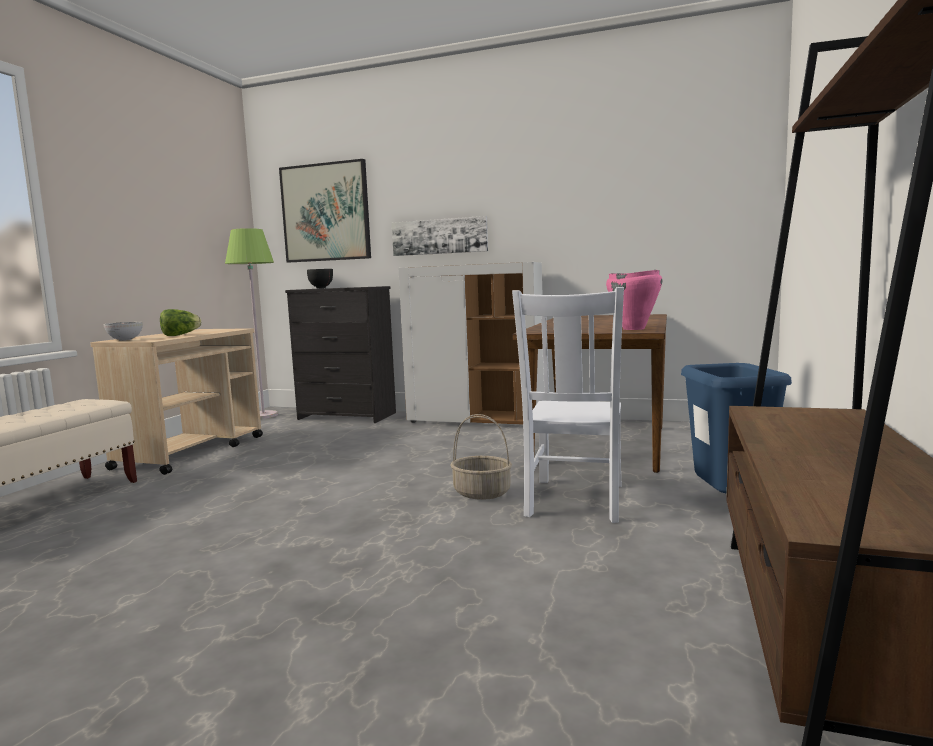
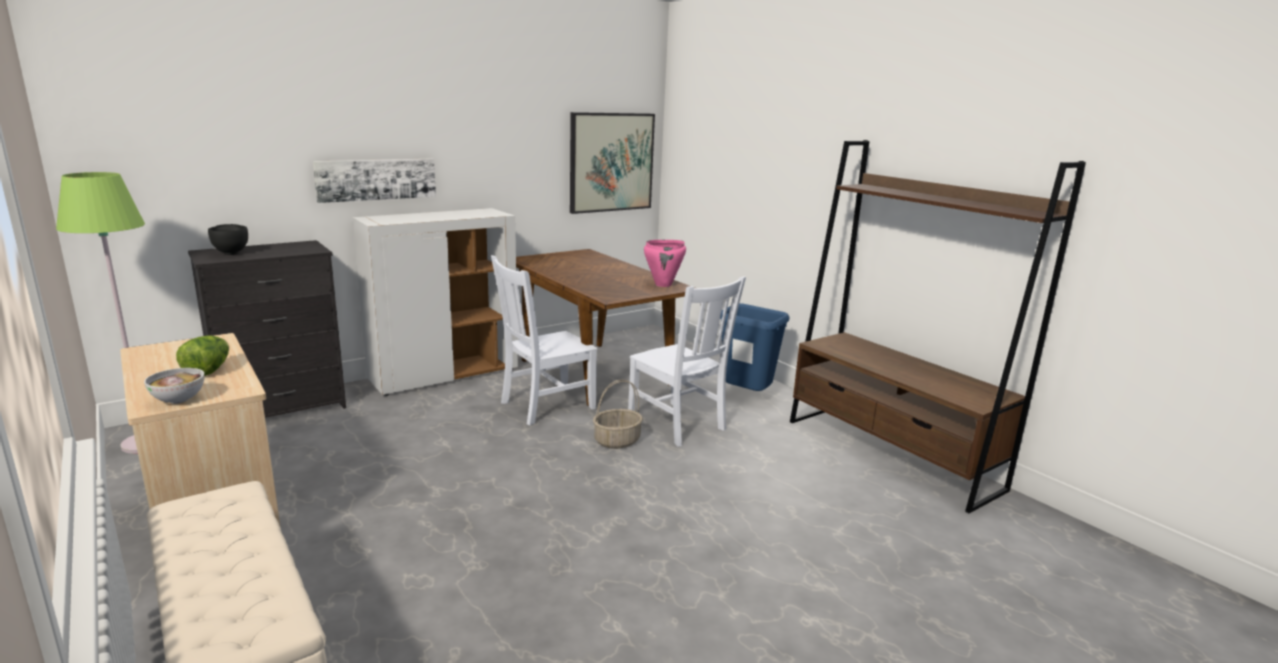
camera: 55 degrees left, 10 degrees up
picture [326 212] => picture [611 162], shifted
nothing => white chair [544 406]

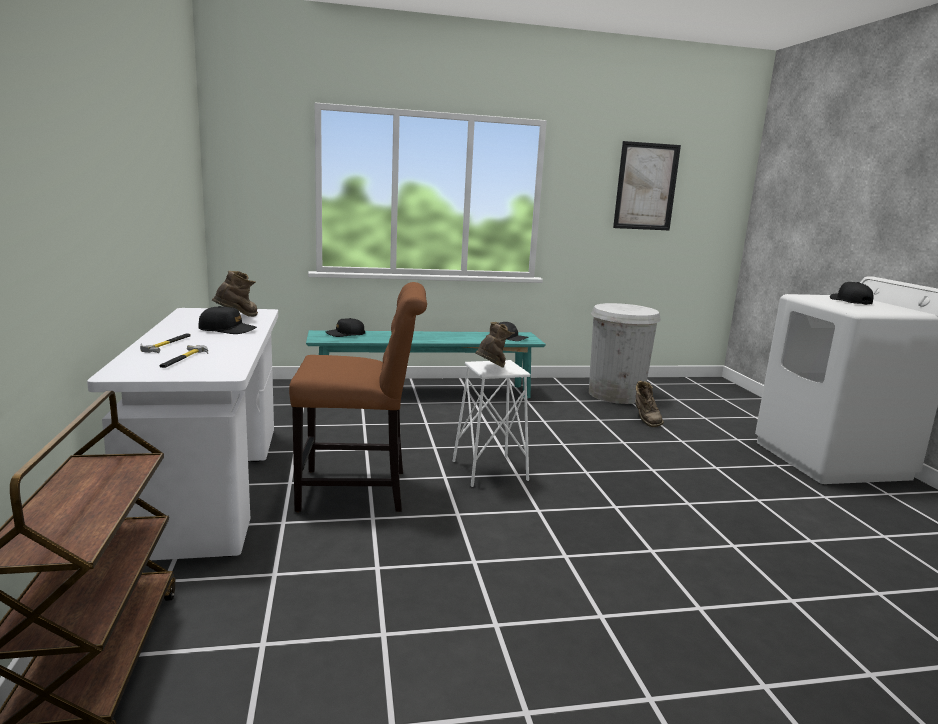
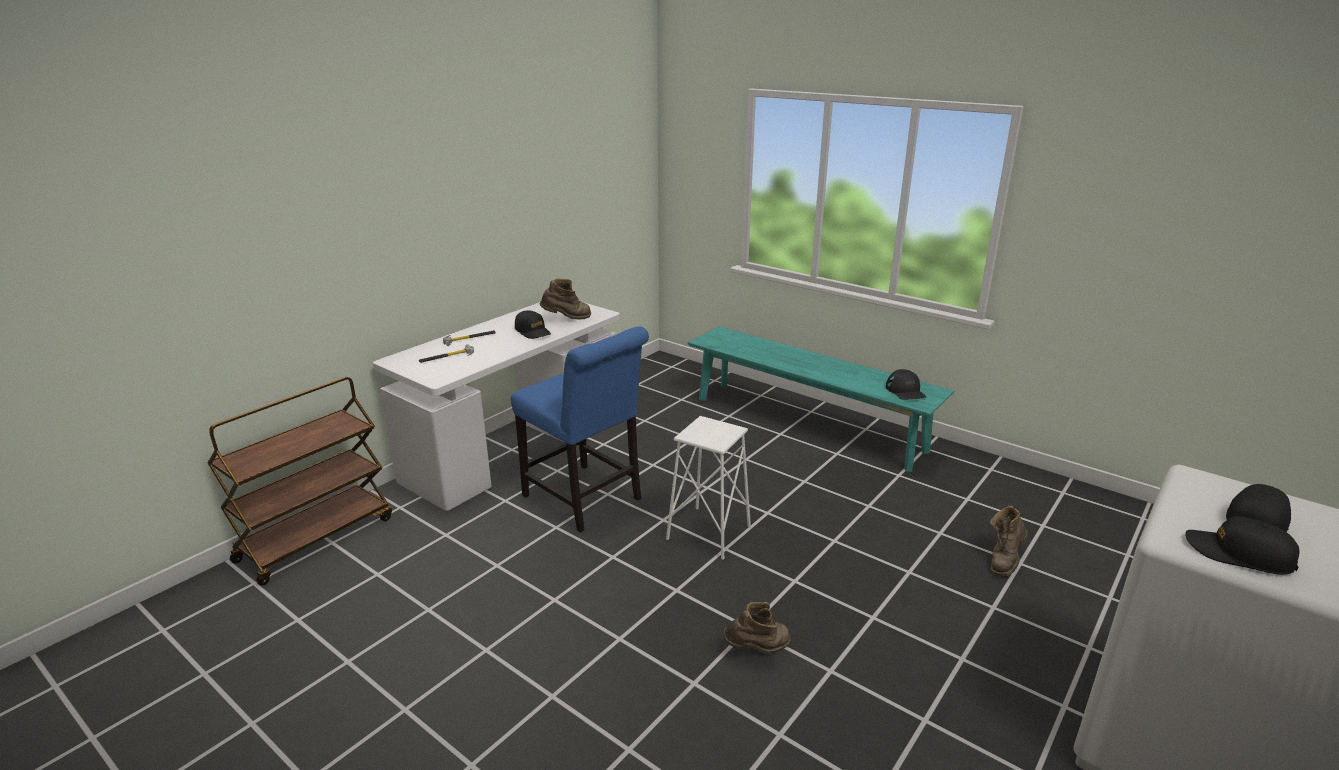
camera: 50 degrees right, 10 degrees up
picture [646 186] => nothing
brown chair [360 491] => blue chair [586 500]
white trash can [616 394] => nothing
black cap [345 334] => black cap [1238 554], shifted
brown boot [492 370] => brown boot [757 649], shifted

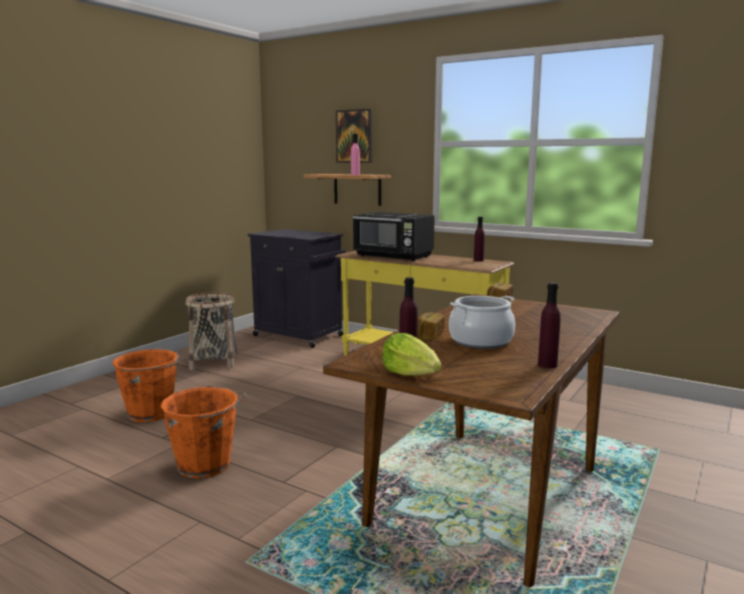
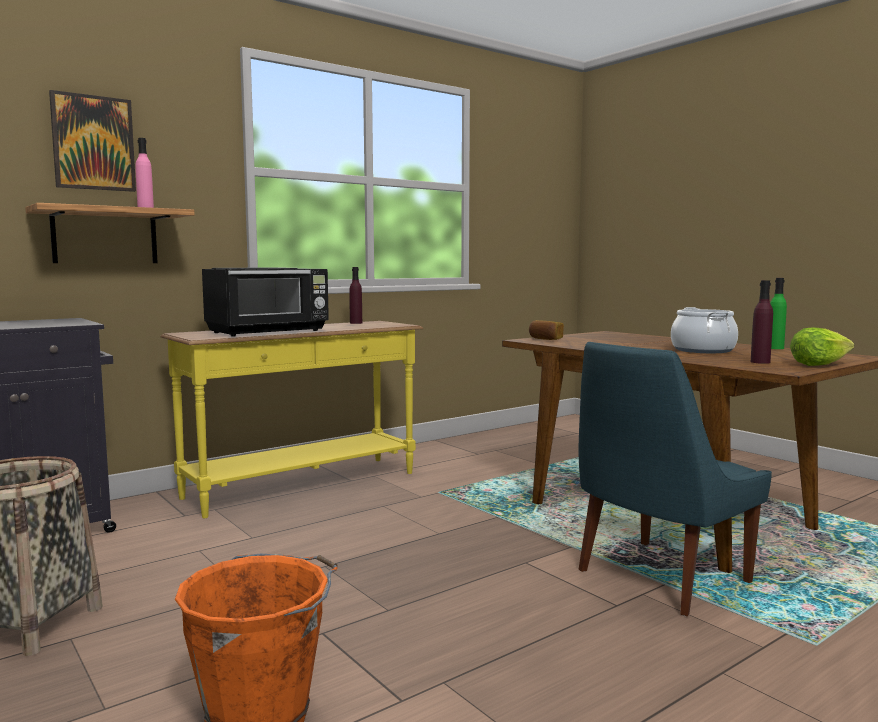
camera: 70 degrees left, 5 degrees down
purple bottle [547 365] => green bottle [775 348]
bread [428 336] => nothing
orange bucket [206 465] => nothing
nothing => blue chair [658 578]

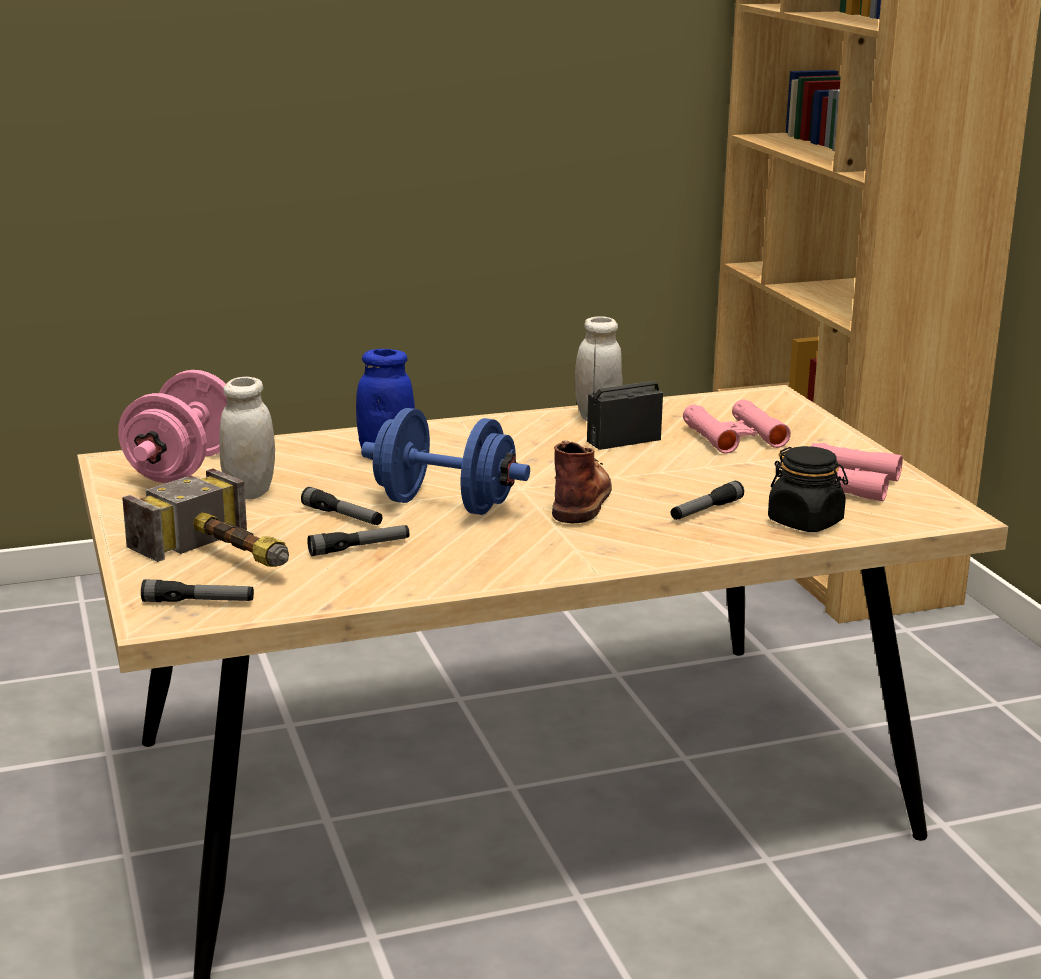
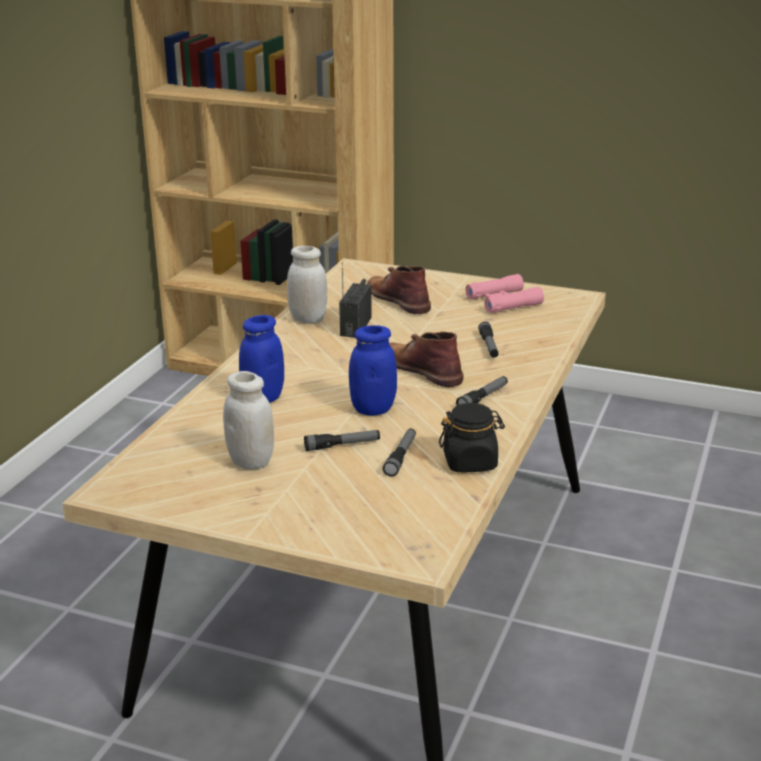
camera: 50 degrees left, 5 degrees up
pink dumbbell [183 467] => nothing
pink binoculars [734 436] => brown boot [398 299]
blue dumbbell [444 505] => blue jar [373 409]
black jar [805 522] => black jar [470 462], shifted
hammer [227 557] => nothing
flashlight [198 602] => flashlight [483 398], shifted

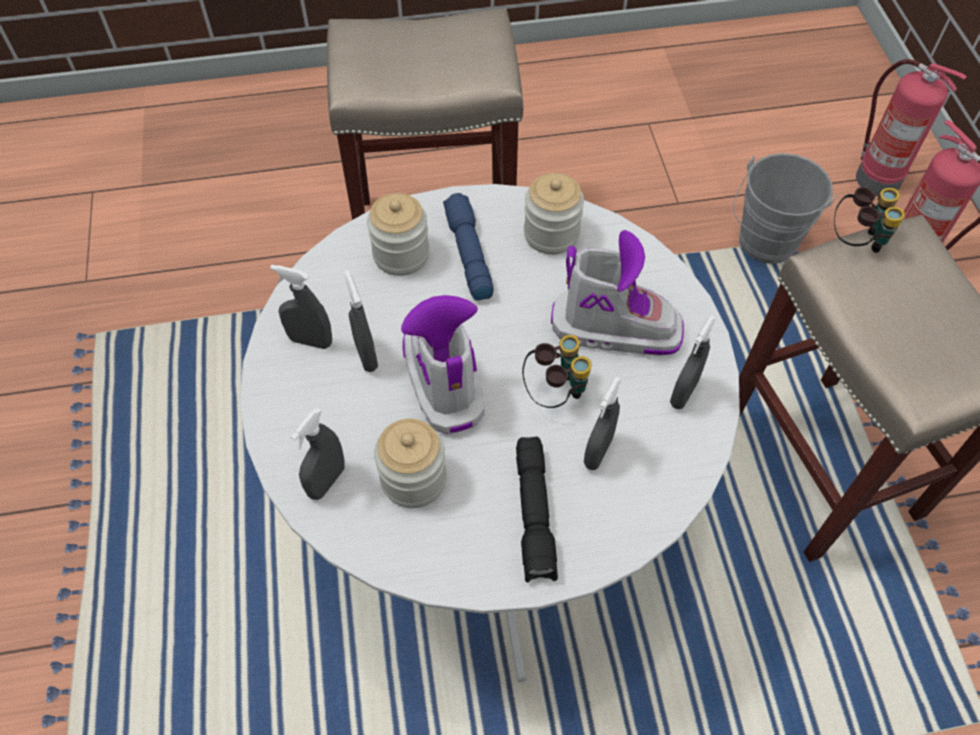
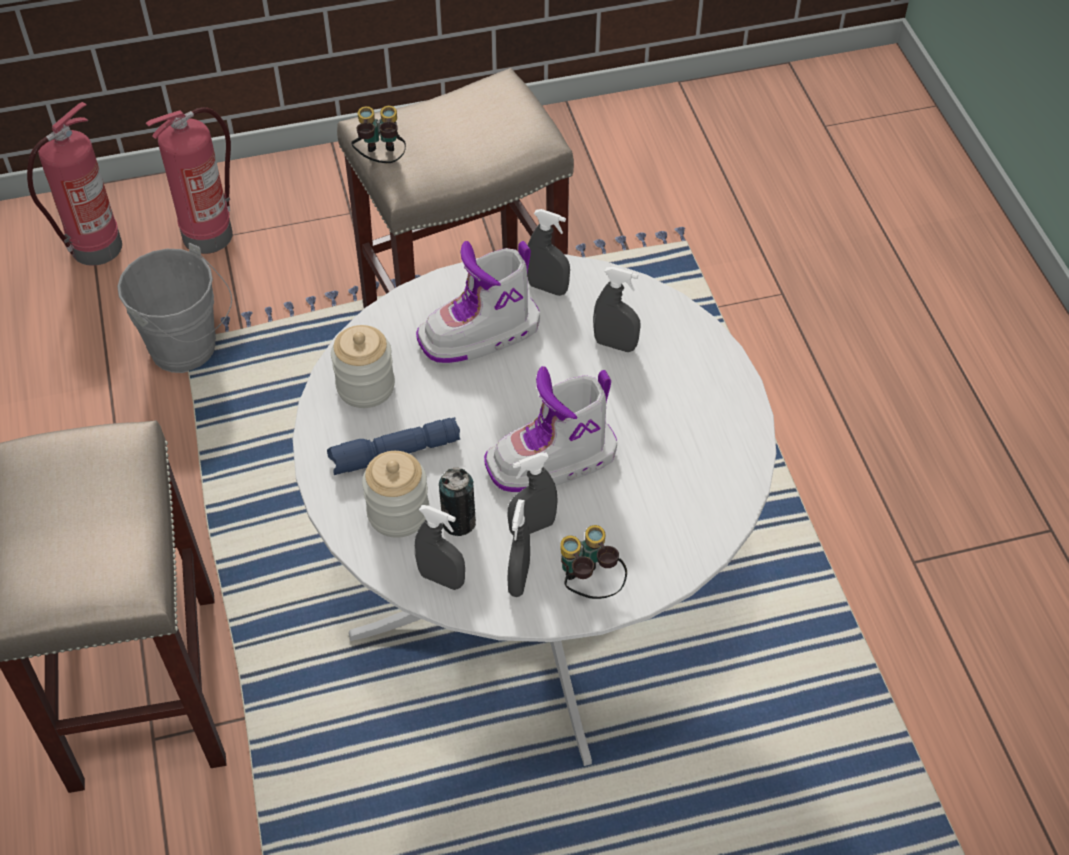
camera: 95 degrees left, 5 degrees down
boot [614 328] => boot [480 335], 120 degrees counterclockwise
binoculars [555 391] => binoculars [589 586], shifted
grey spray bottle [327 481] => grey spray bottle [441 579], shifted
jar [413 479] => nothing
black flashlight [535 515] => nothing
nothing => can [458 522]

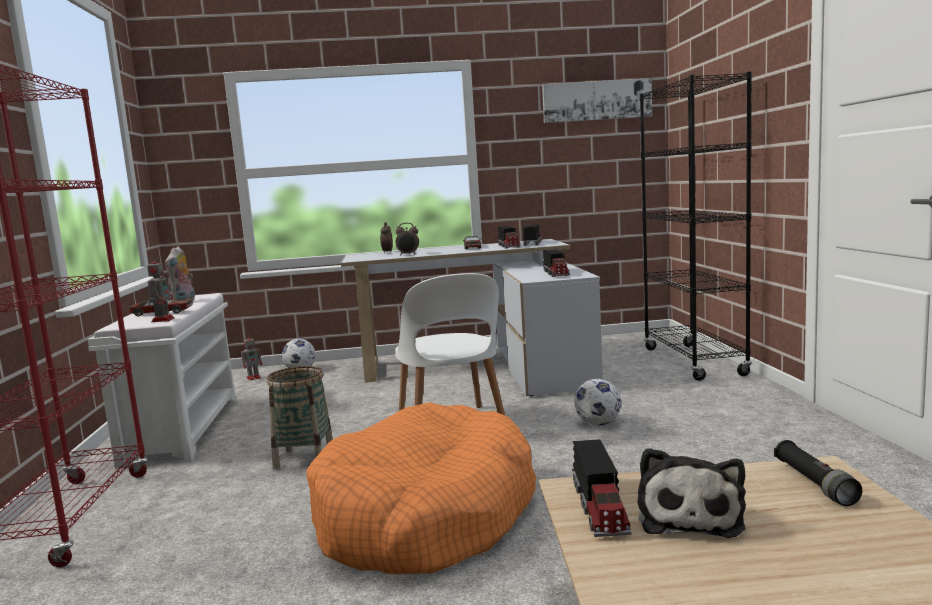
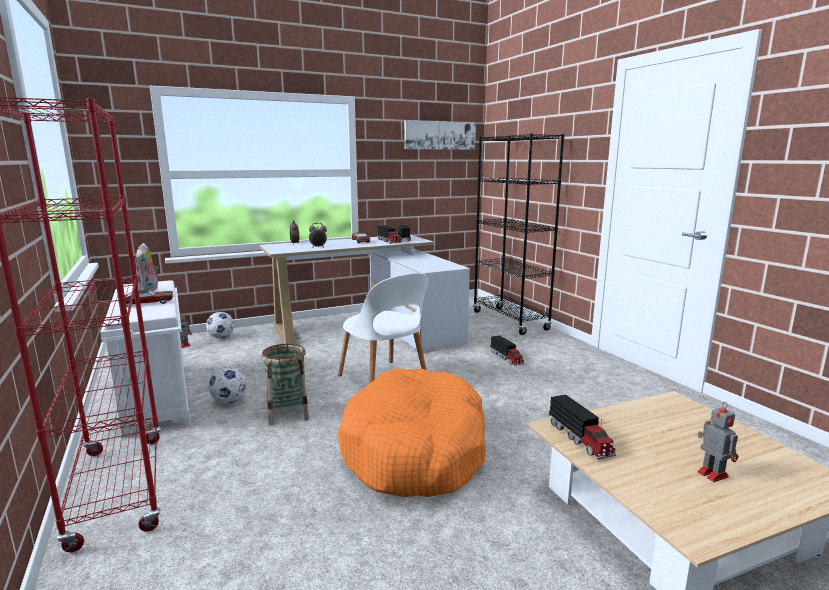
camera: 20 degrees left, 5 degrees up
toy truck [556 273] => toy truck [506 357], shifted
toy robot [163 320] => toy robot [711 473], shifted
football [598 423] => football [229 401], shifted
black flashlight [814 483] => nothing
plush toy [689 516] => nothing

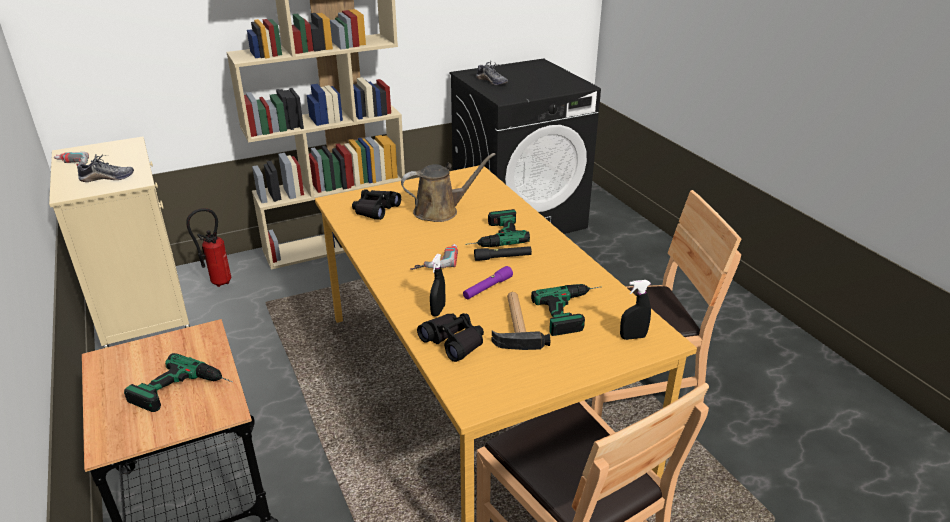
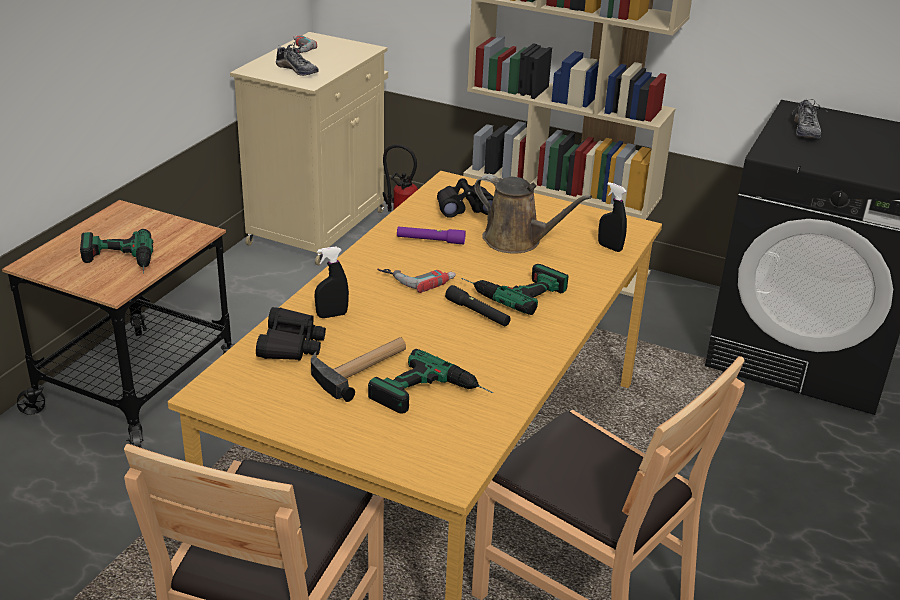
camera: 50 degrees right, 0 degrees up
purple flashlight [487 288] => purple flashlight [430 240], shifted
black spray bottle [633 337] => black spray bottle [610 247], shifted

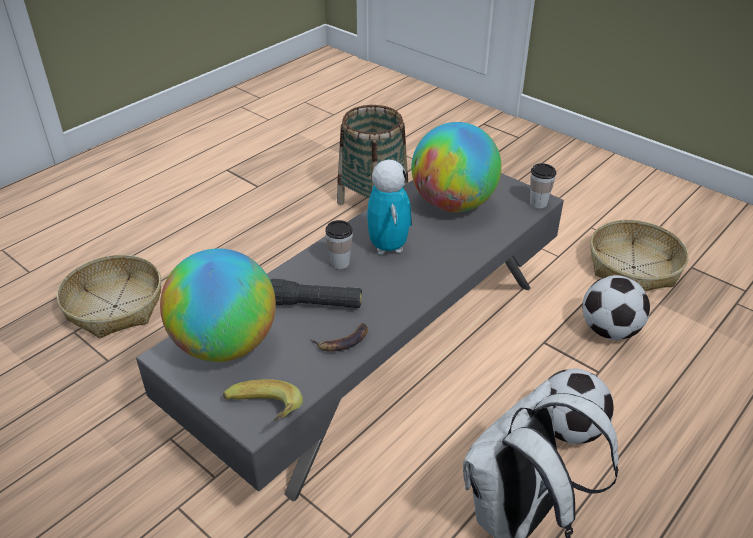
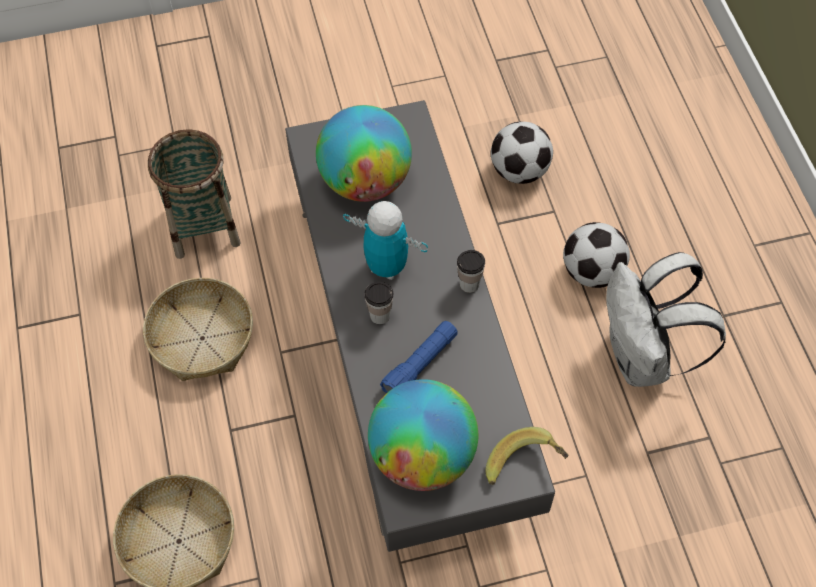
camera: 55 degrees left, 20 degrees up
cup [538 203] => cup [469 284], shifted
basket [633 267] => basket [202 338], shifted
black flashlight [314 304] => blue flashlight [420 364]
banana [343 341] => nothing

